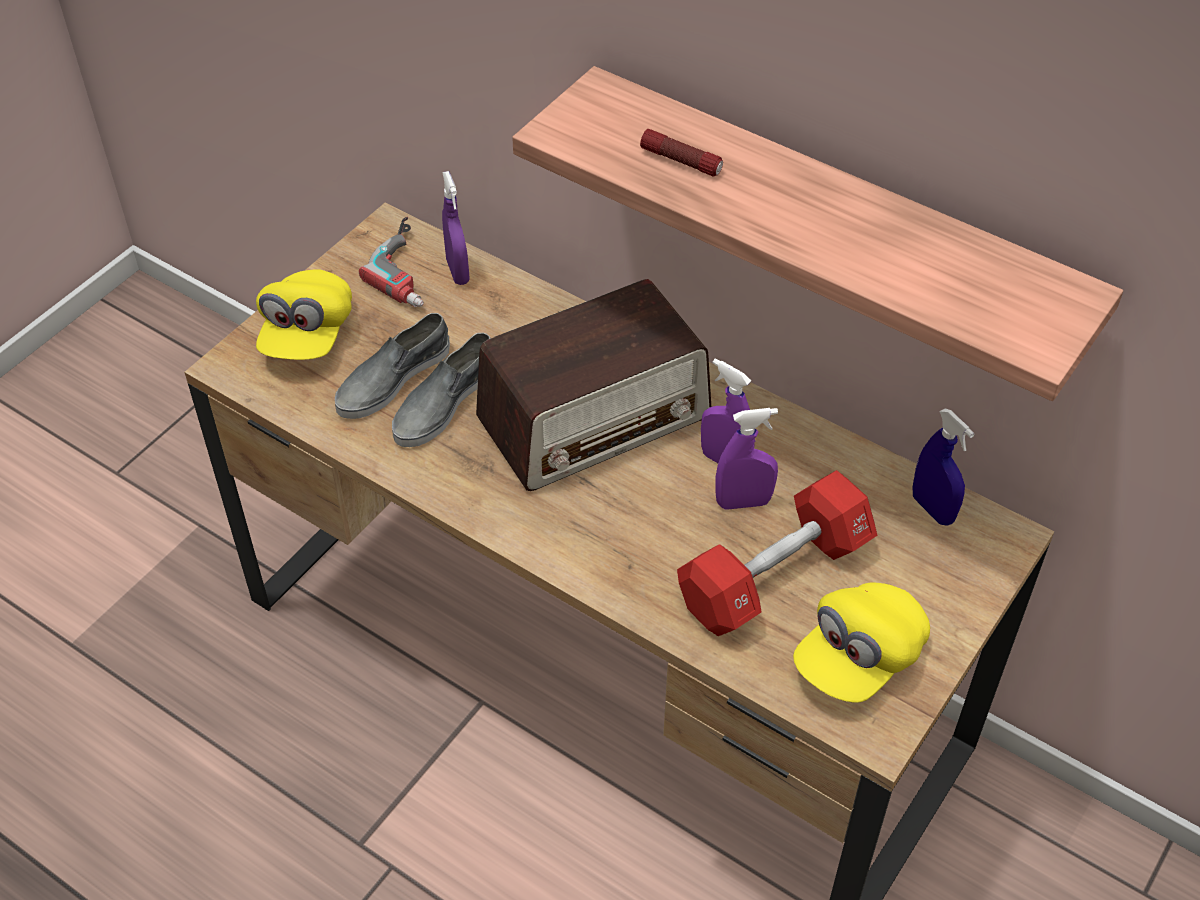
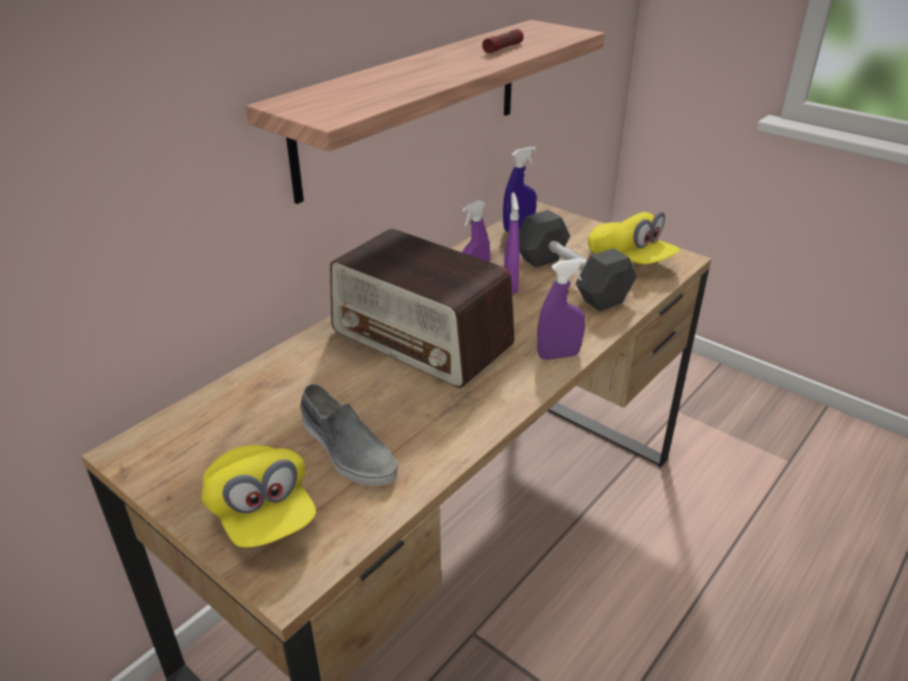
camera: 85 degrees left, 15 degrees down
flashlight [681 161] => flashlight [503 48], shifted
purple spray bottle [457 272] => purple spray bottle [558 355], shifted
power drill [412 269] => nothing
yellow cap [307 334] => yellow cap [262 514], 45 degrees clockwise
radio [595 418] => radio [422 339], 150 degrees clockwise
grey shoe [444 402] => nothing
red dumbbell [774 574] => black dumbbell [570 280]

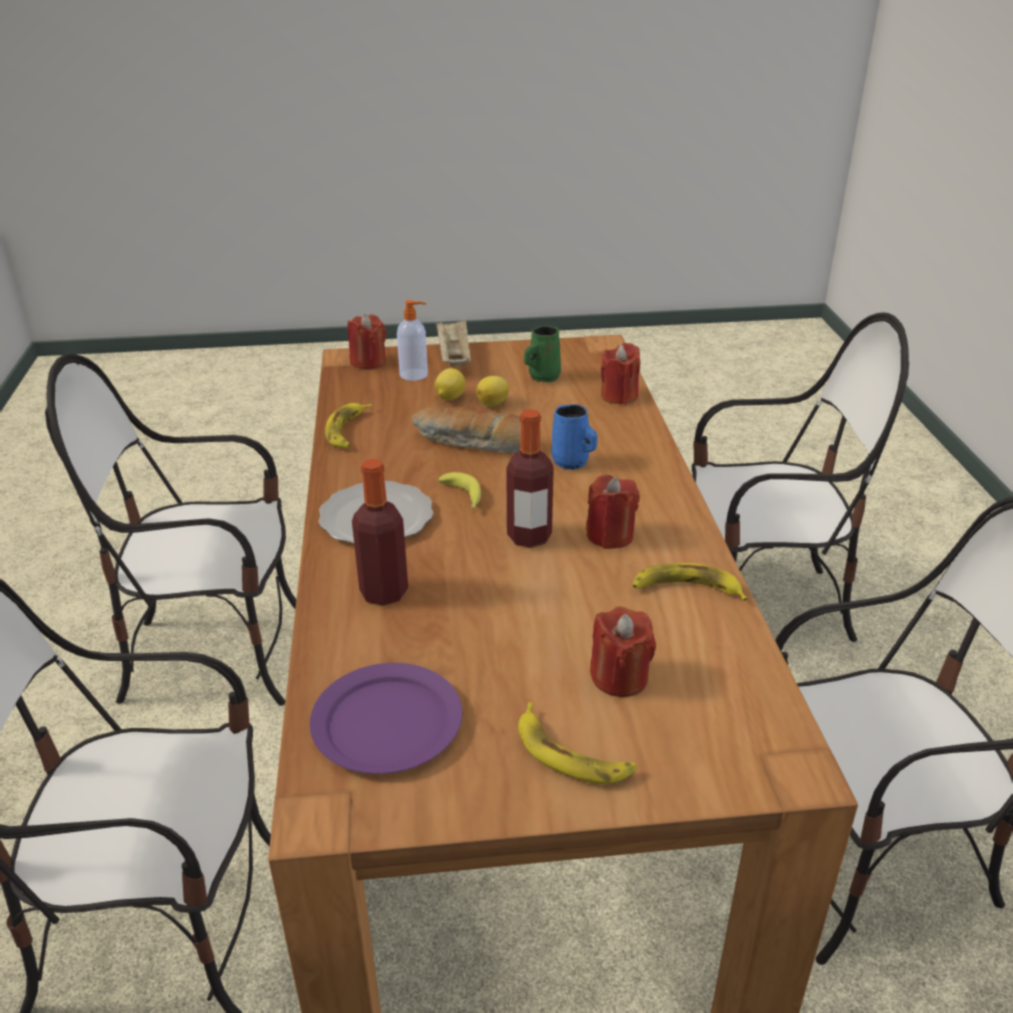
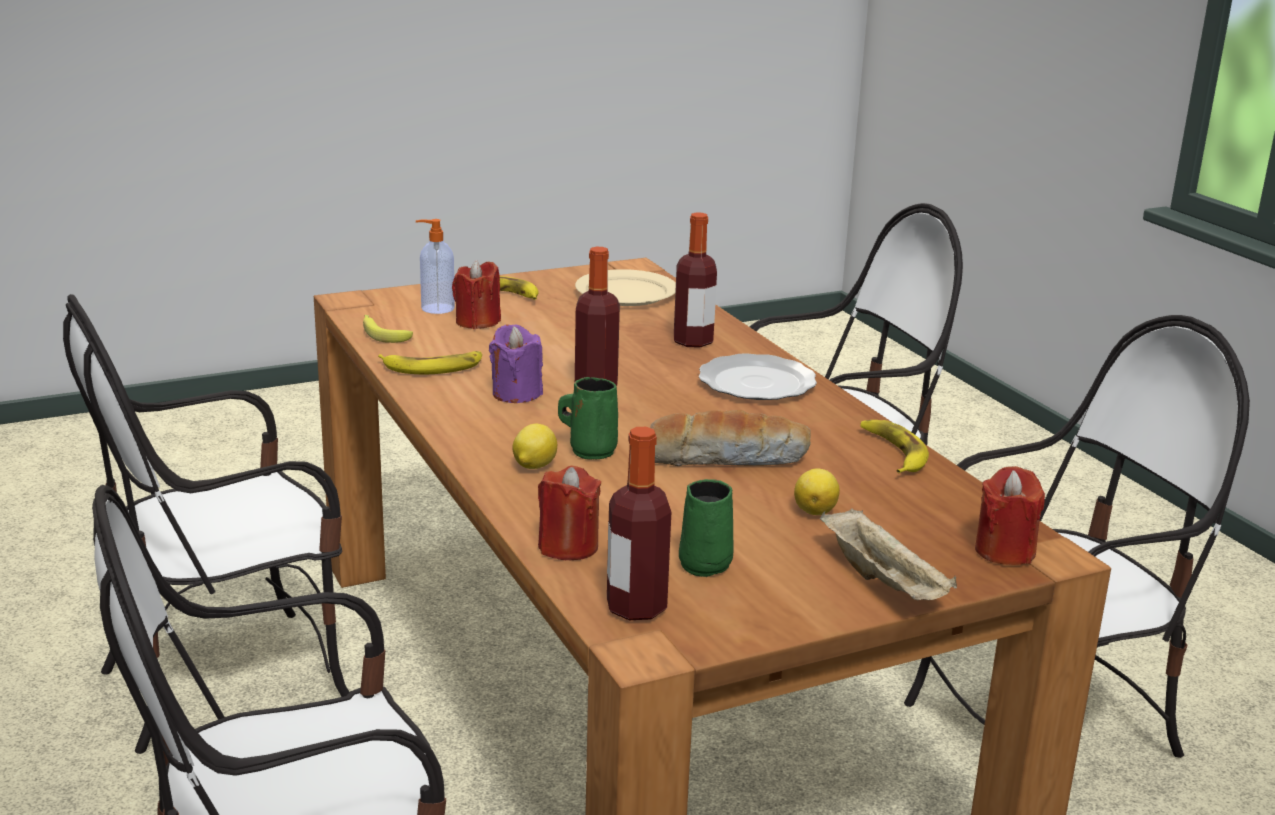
camera: 160 degrees right, 10 degrees down
soap dispenser [415 375] => soap dispenser [436 308], shifted
lemon [493 404] => lemon [533 466], shifted
blue mug [572 463] => green mug [590 451]
banana [463 497] => banana [382 333], shifted
red candle [610 536] => purple candle [516 393]
purple plate [388 722] => beige plate [625 293]
nothing => bottle [636 607]

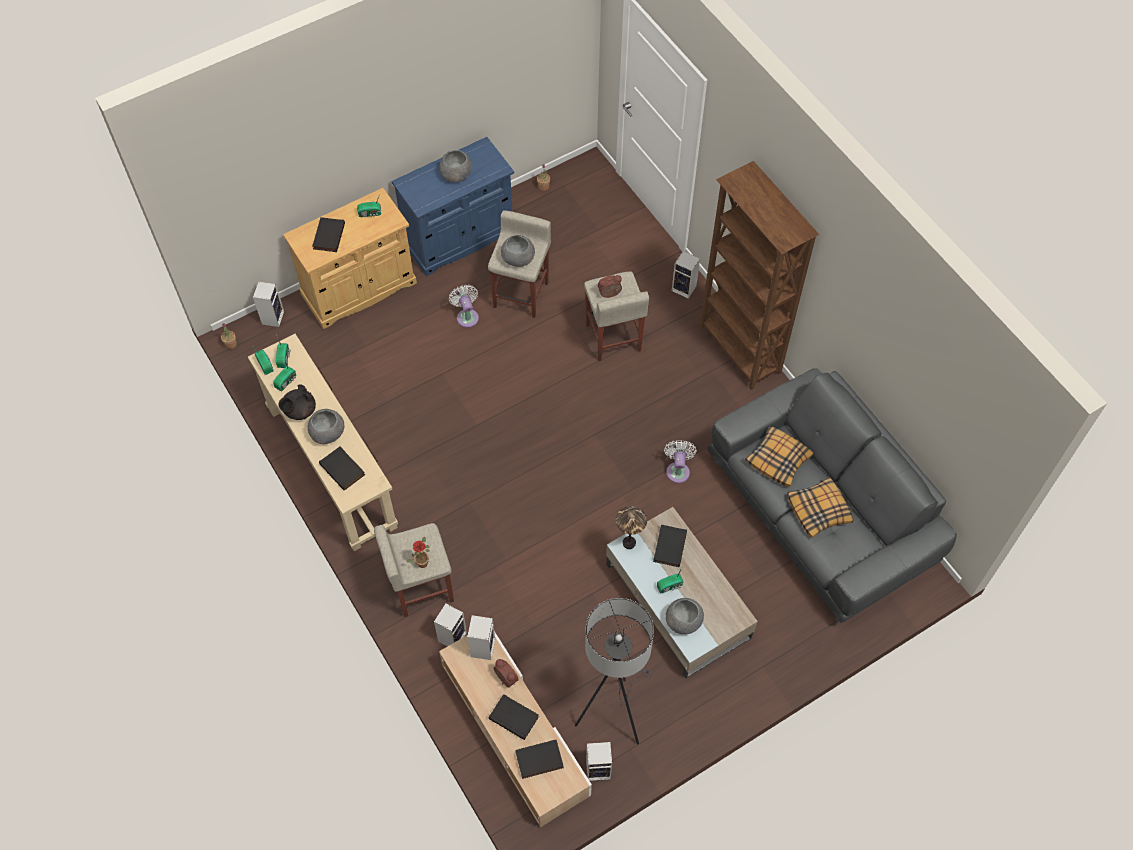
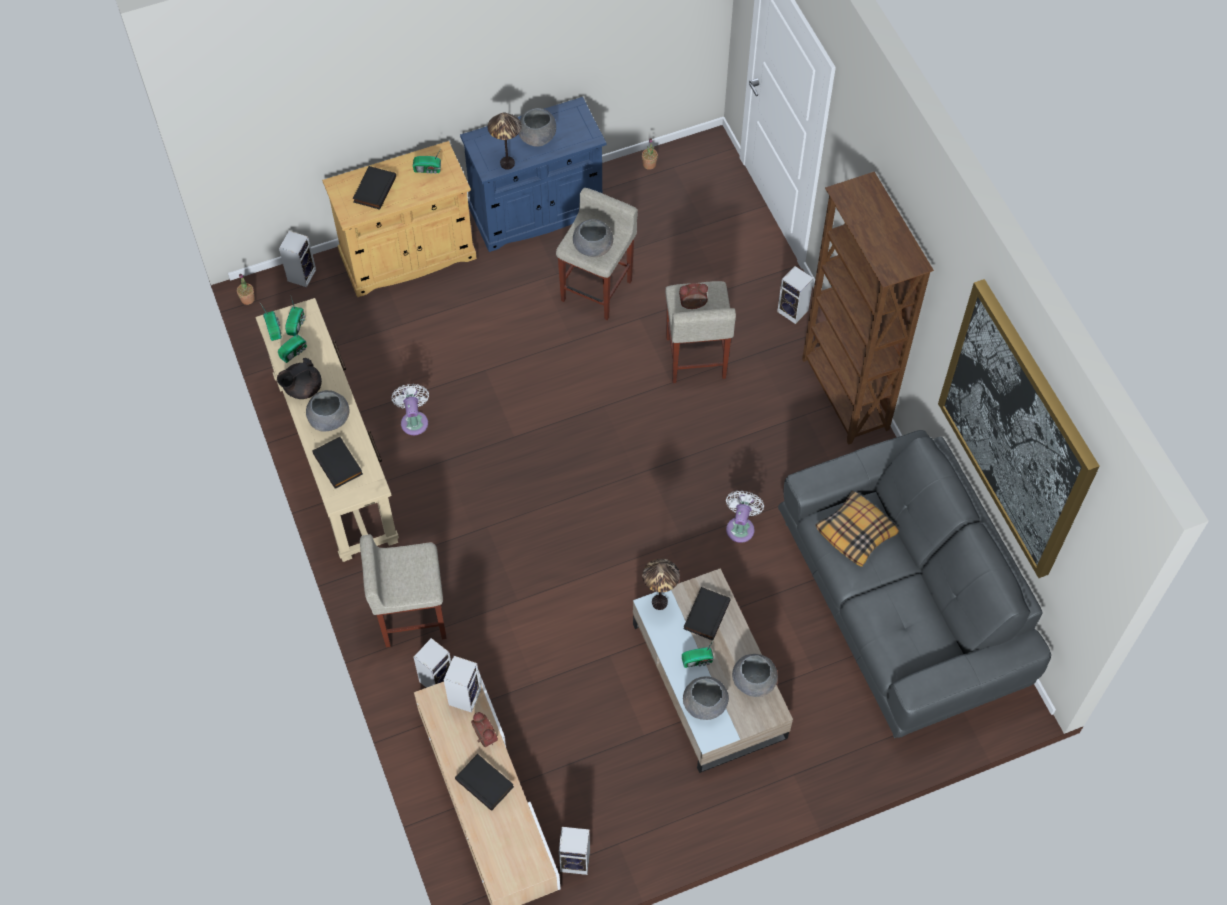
camera: 10 degrees right, 0 degrees up
white fan [467 316] => white fan [414 420], shifted
pillow [819 510] => nothing
potted plant [422 561] => nothing
grey floor lamp [614 710] => nothing
black book [539 761] => nothing
nothing => table lamp [507 164]
nothing => picture [1017 430]
nothing => grey bowl [754 682]

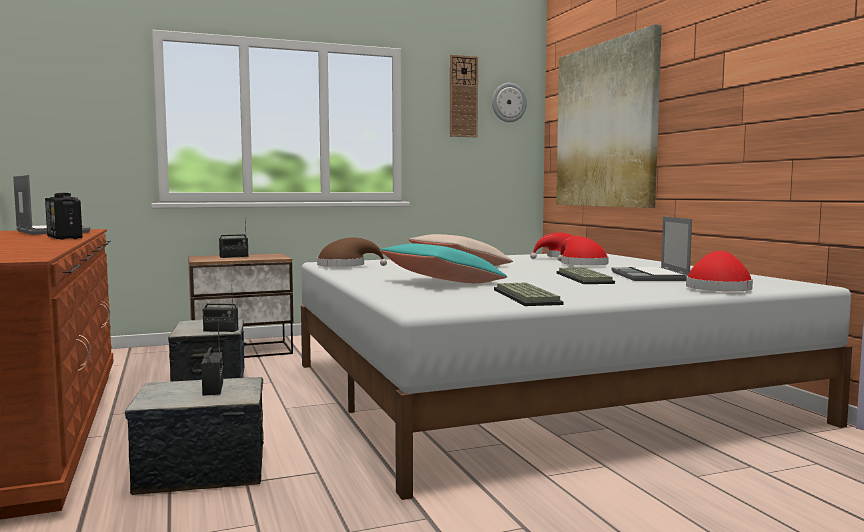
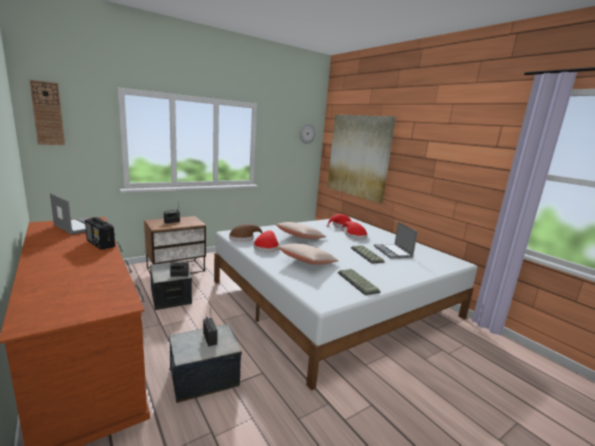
camera: 15 degrees left, 10 degrees up
wall clock [463 96] => wall clock [48 113], shifted
turquoise pillow [442 282] => beige pillow [307 262]
red hat [718 289] => red hat [266 247], shifted

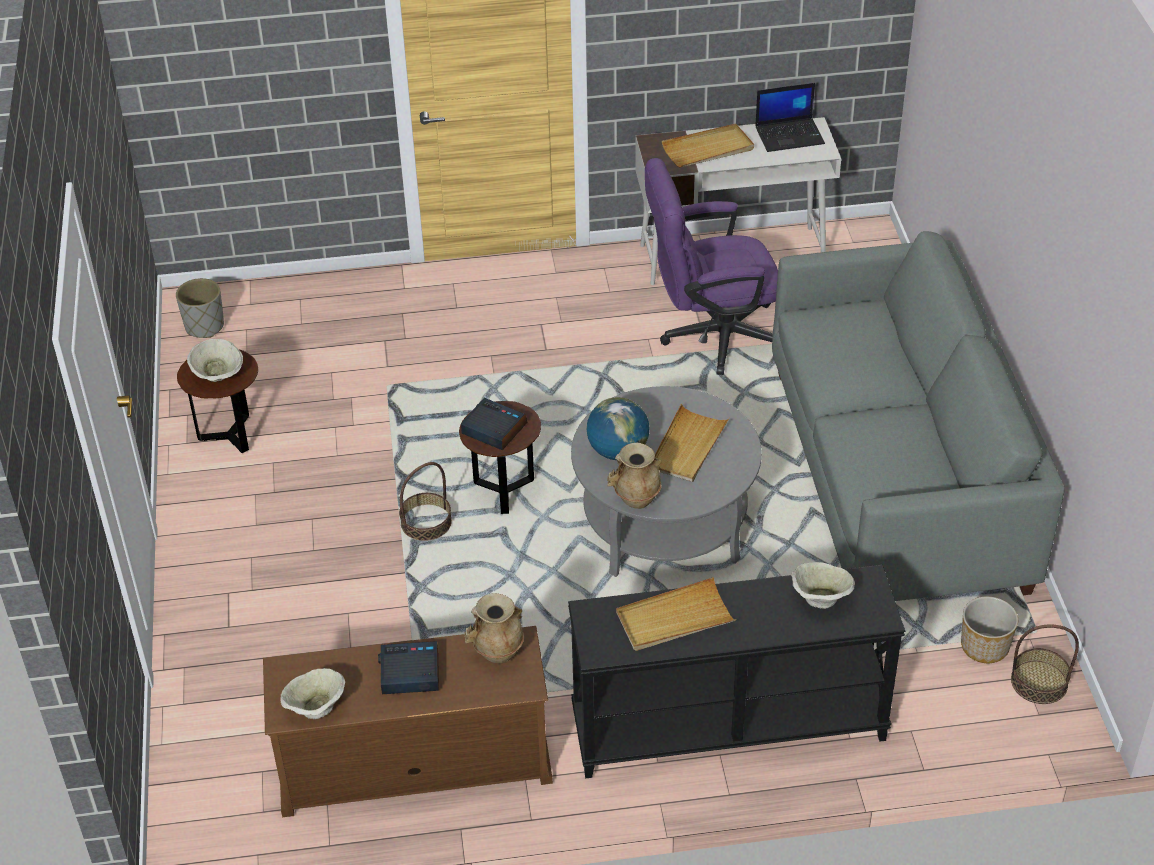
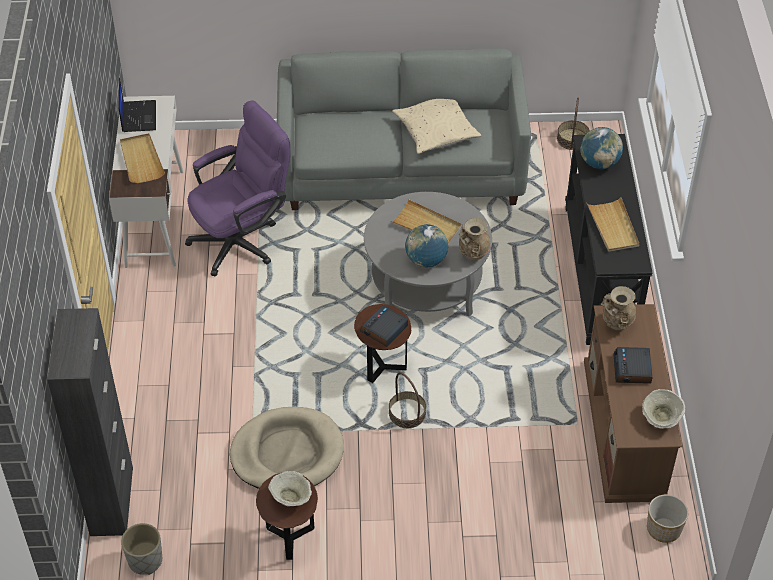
camera: 85 degrees left, 5 degrees up
purple office chair [711 336] => purple office chair [242 240], 120 degrees counterclockwise
beige bowl [820 598] => globe [599 163]
planter [984 646] => planter [663 529], shifted
nothing => beige pillow [436 131]
nothing => black cabinet [111 501]
nothing => beige dog bed [287 453]

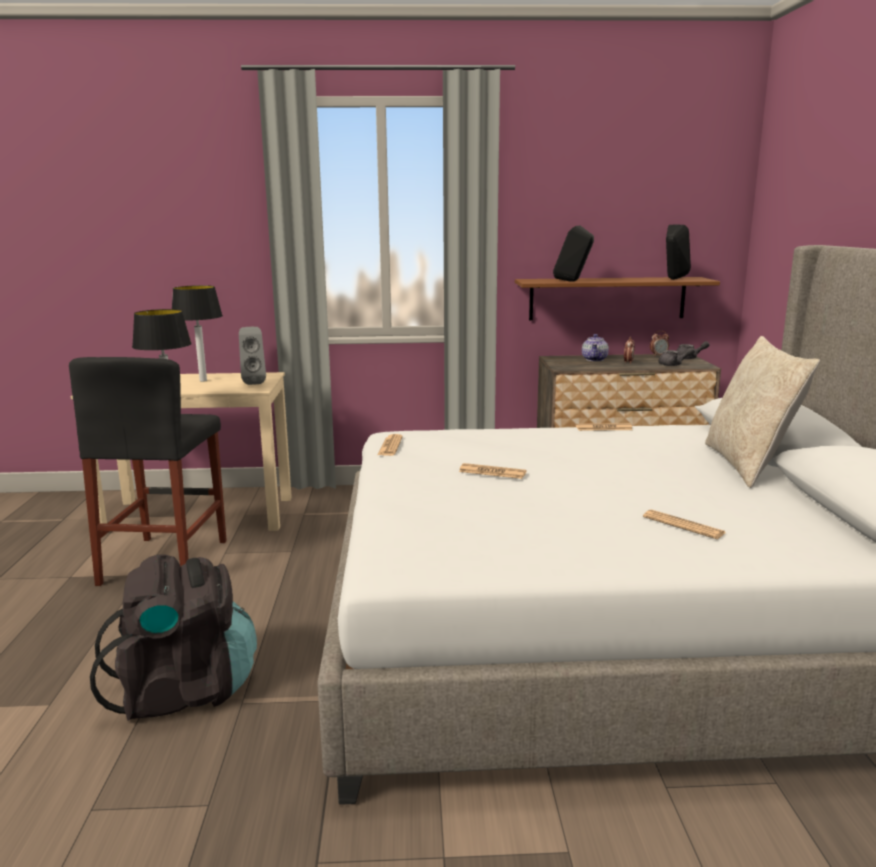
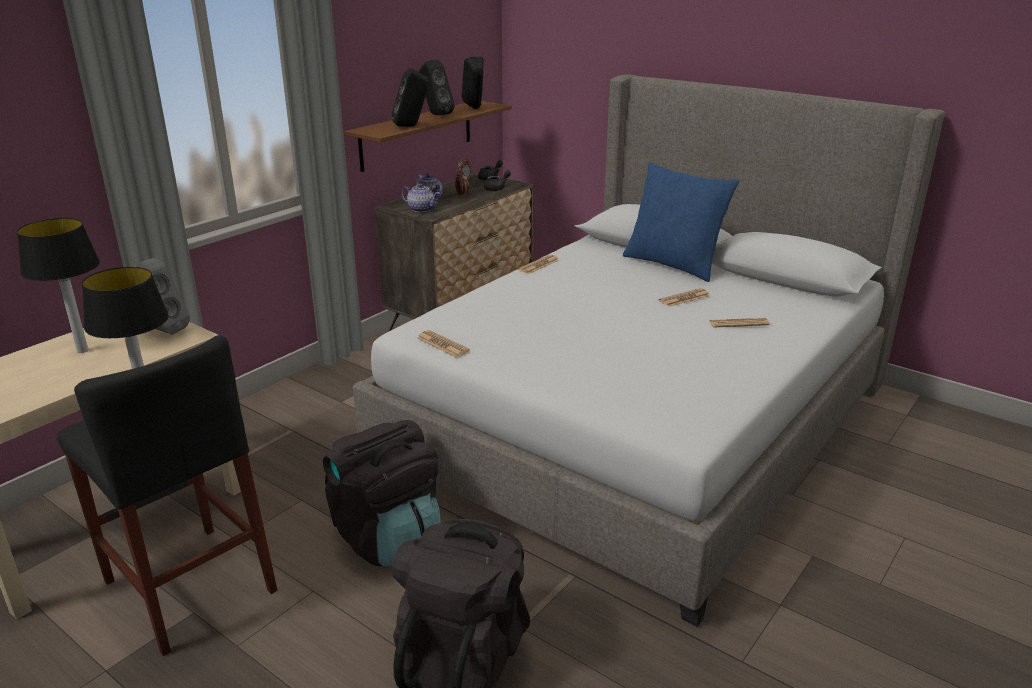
camera: 50 degrees left, 10 degrees up
beige pillow [749 465] => blue pillow [674 264]
newspaper [492 472] => newspaper [684 298], shifted
nothing => black speaker [435 114]
nothing => teapot [421 209]
nothing => black backpack [388 537]

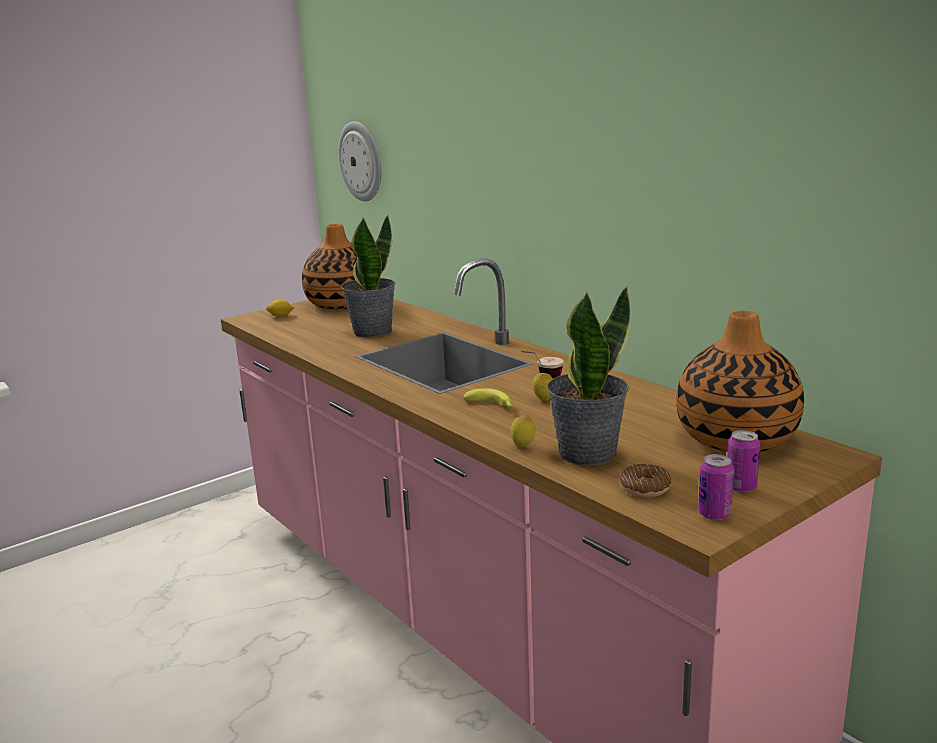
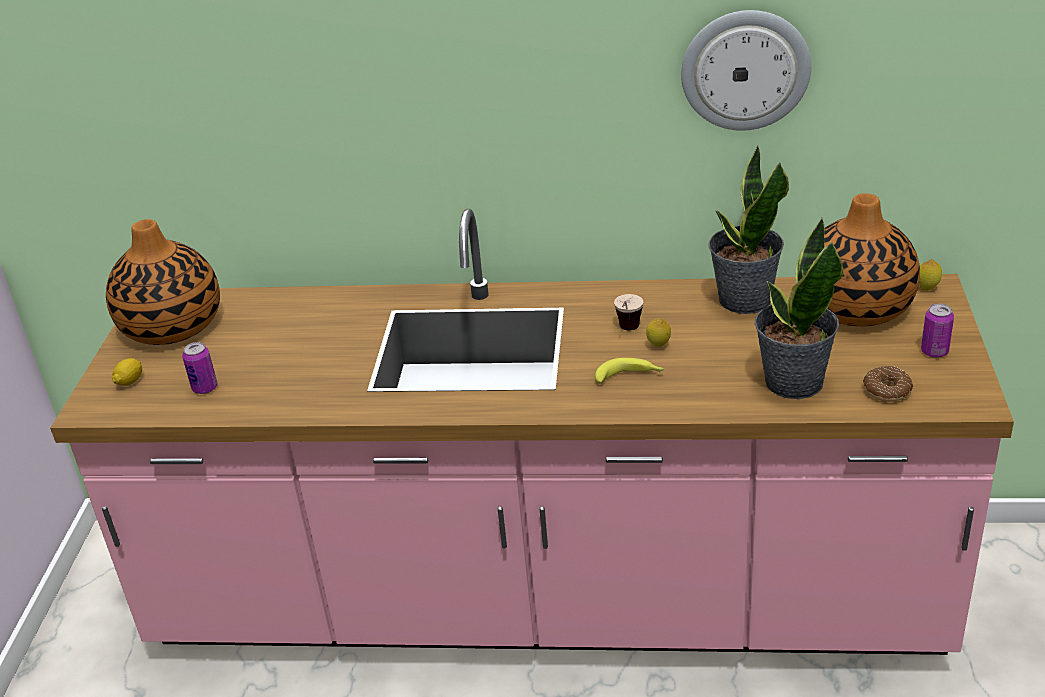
camera: 45 degrees left, 15 degrees up
wall clock [361 161] => wall clock [745 70], shifted
potted plant [372 331] => potted plant [744 300], shifted
lemon [523 447] => lemon [927 289], shifted
can [714 514] => can [205 388], shifted

